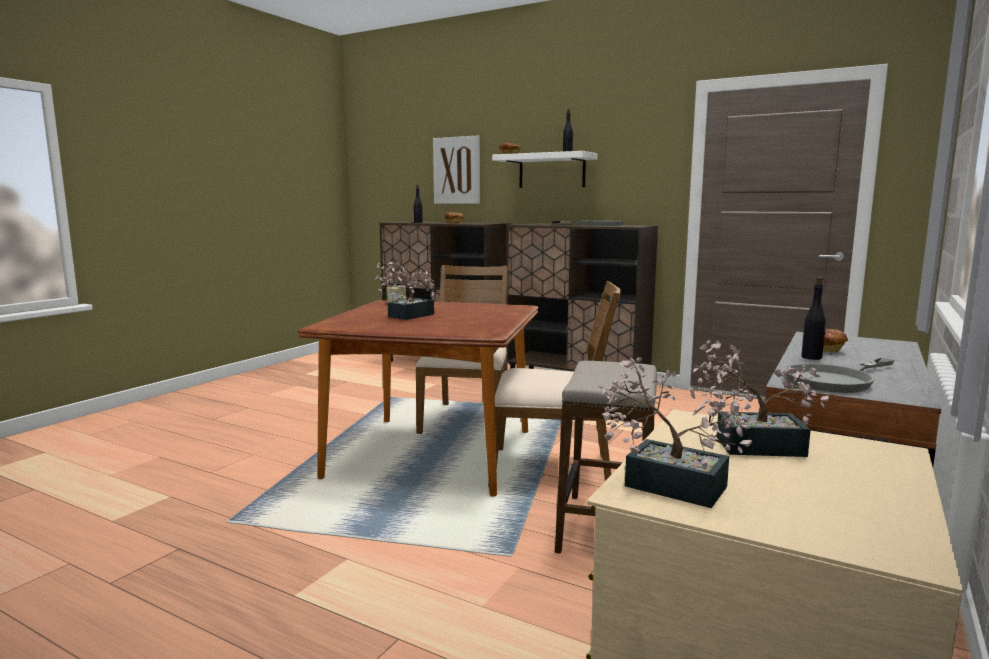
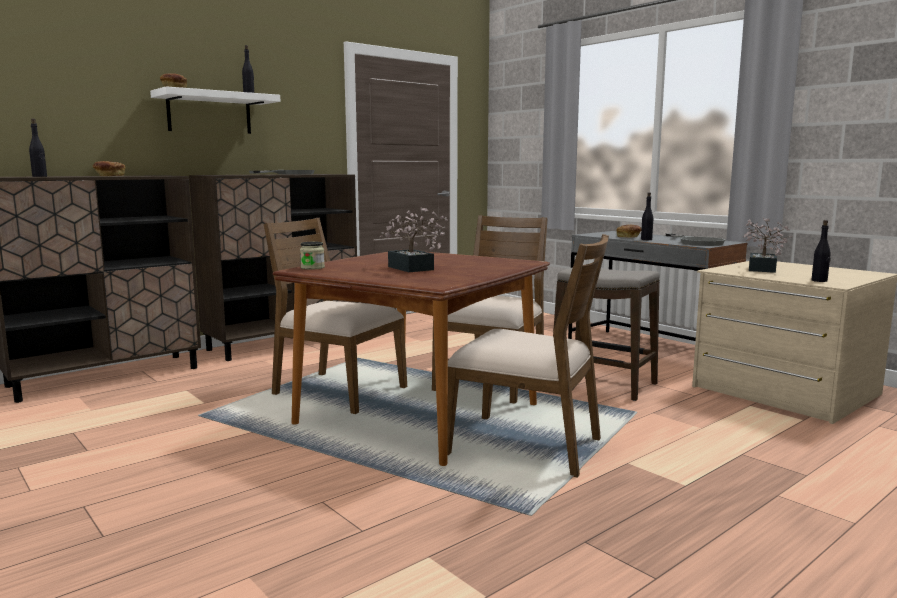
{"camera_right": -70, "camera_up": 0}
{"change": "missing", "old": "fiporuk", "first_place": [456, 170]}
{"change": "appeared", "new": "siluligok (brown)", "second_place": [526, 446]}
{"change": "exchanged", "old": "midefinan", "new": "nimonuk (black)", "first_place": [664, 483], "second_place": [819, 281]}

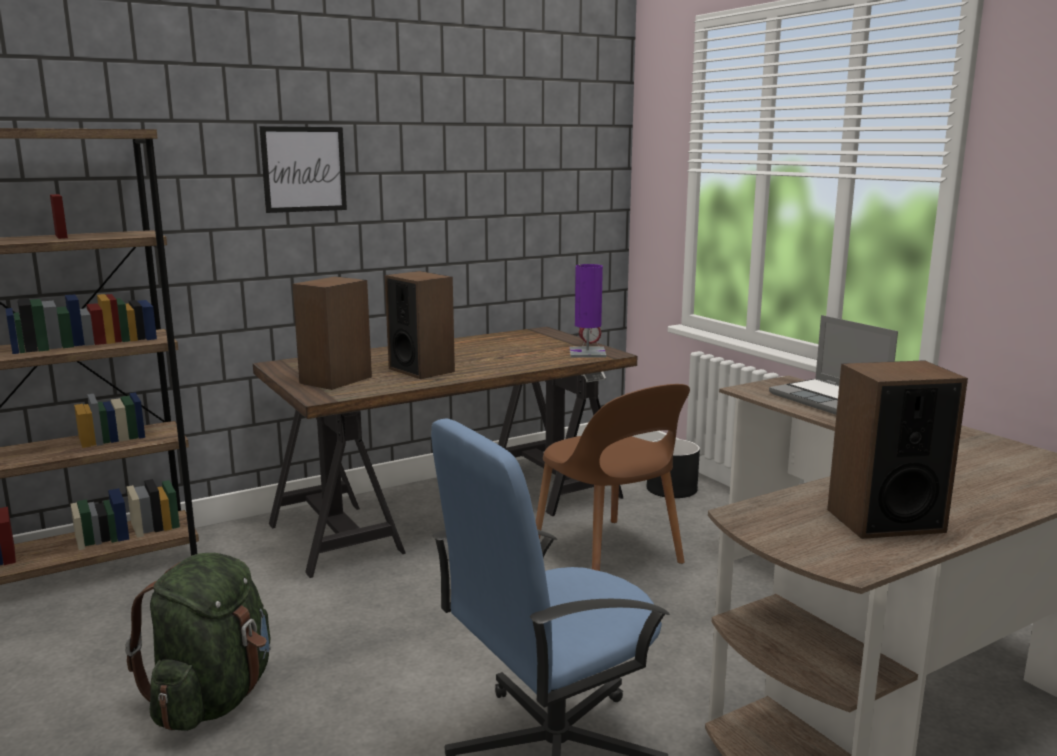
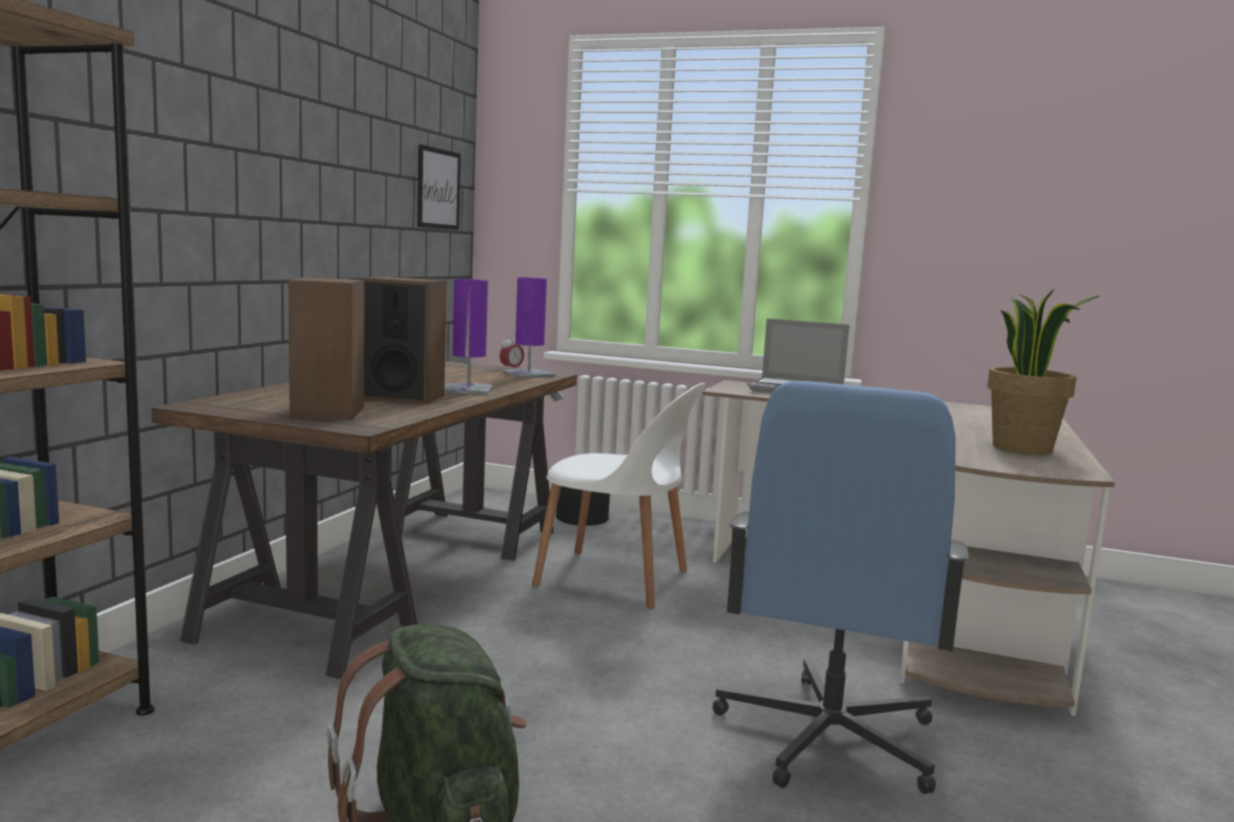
{"camera_right": -40, "camera_up": -5}
{"change": "appeared", "new": "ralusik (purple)", "second_place": [468, 390]}
{"change": "relocated", "old": "fiporuk", "first_place": [304, 169], "second_place": [438, 189]}
{"change": "exchanged", "old": "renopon", "new": "midefinan", "first_place": [884, 520], "second_place": [1023, 448]}
{"change": "colour", "old": "siluligok (brown)", "new": "siluligok (white)", "first_place": [608, 554], "second_place": [616, 579]}

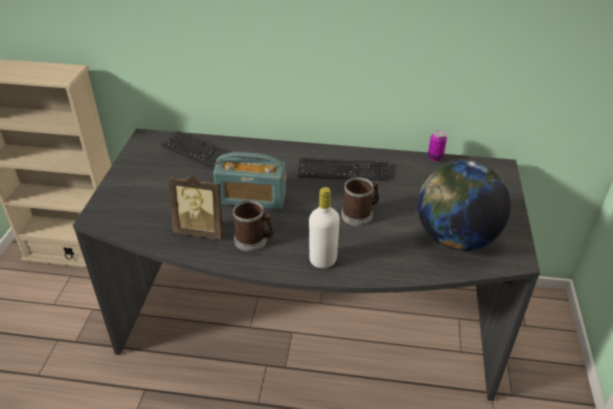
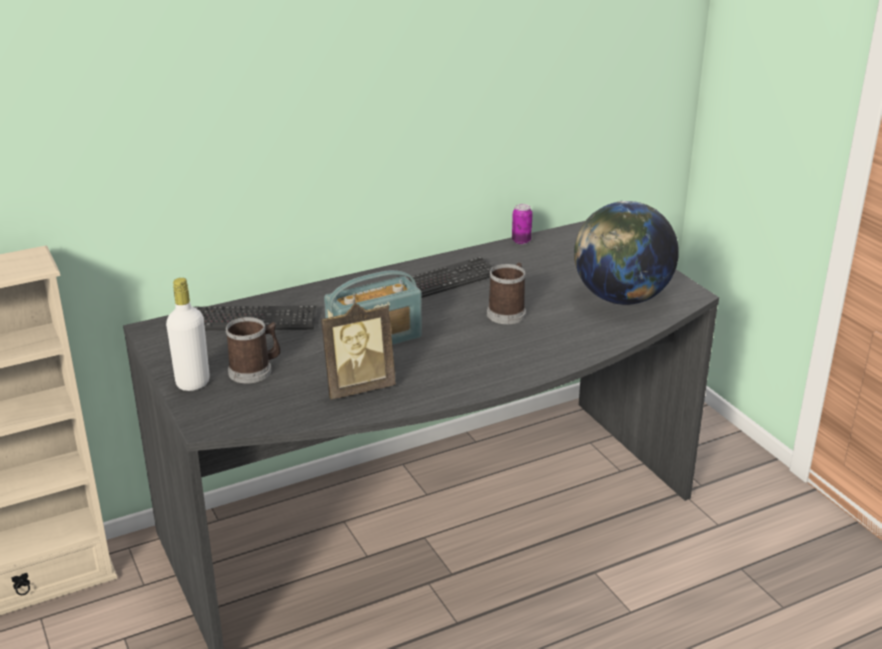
{"camera_right": -35, "camera_up": -10}
{"change": "relocated", "old": "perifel", "first_place": [254, 240], "second_place": [255, 370]}
{"change": "relocated", "old": "nimonuk (white)", "first_place": [323, 260], "second_place": [193, 383]}

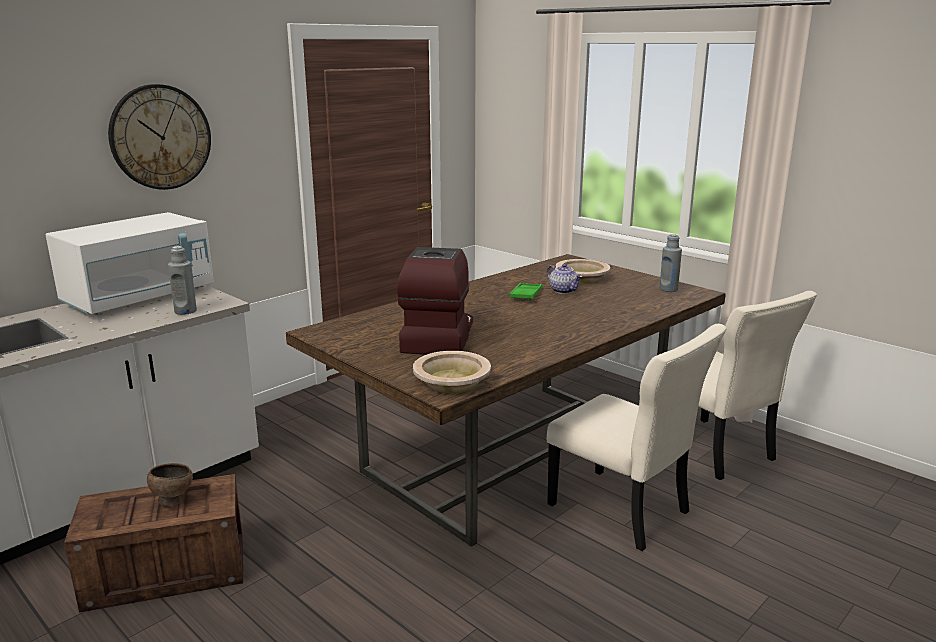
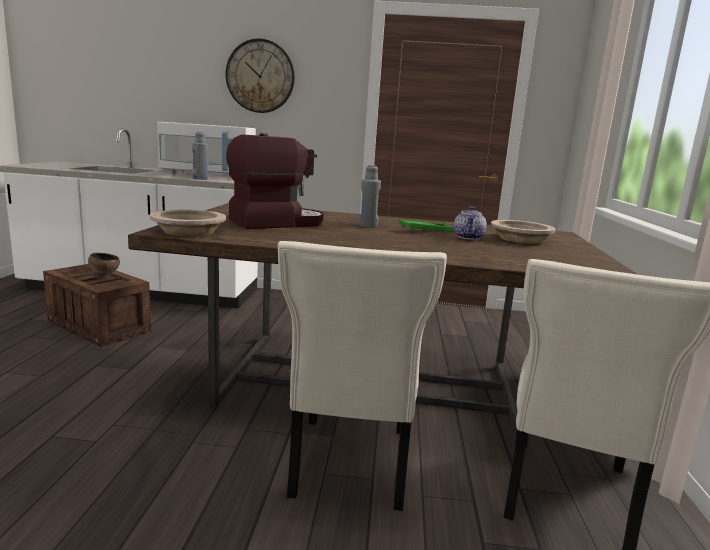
{"camera_right": 50, "camera_up": -5}
{"change": "relocated", "old": "nimonuk (grey)", "first_place": [668, 289], "second_place": [368, 226]}

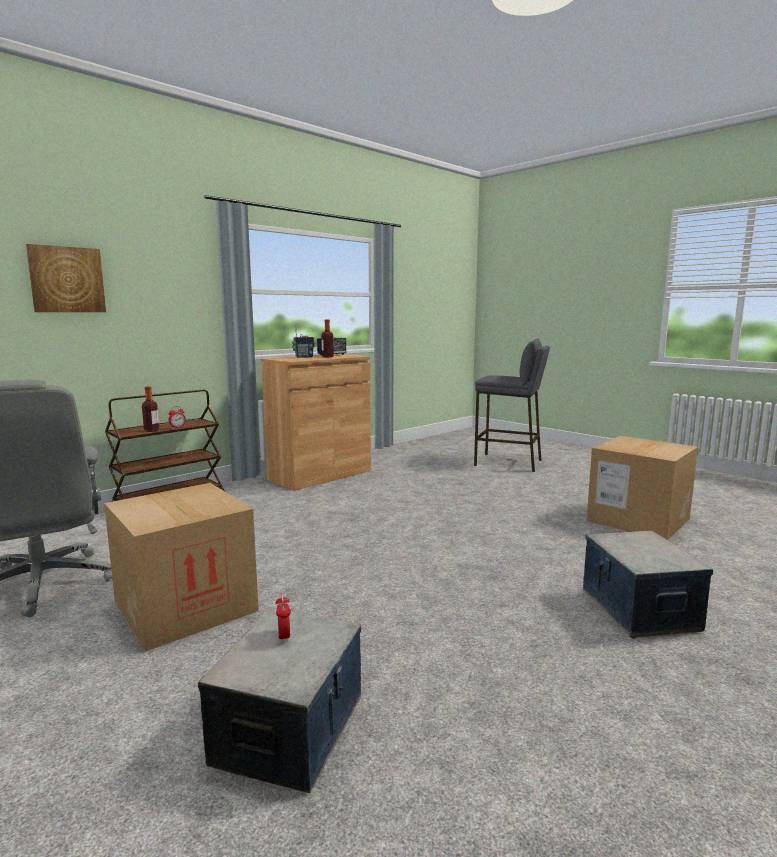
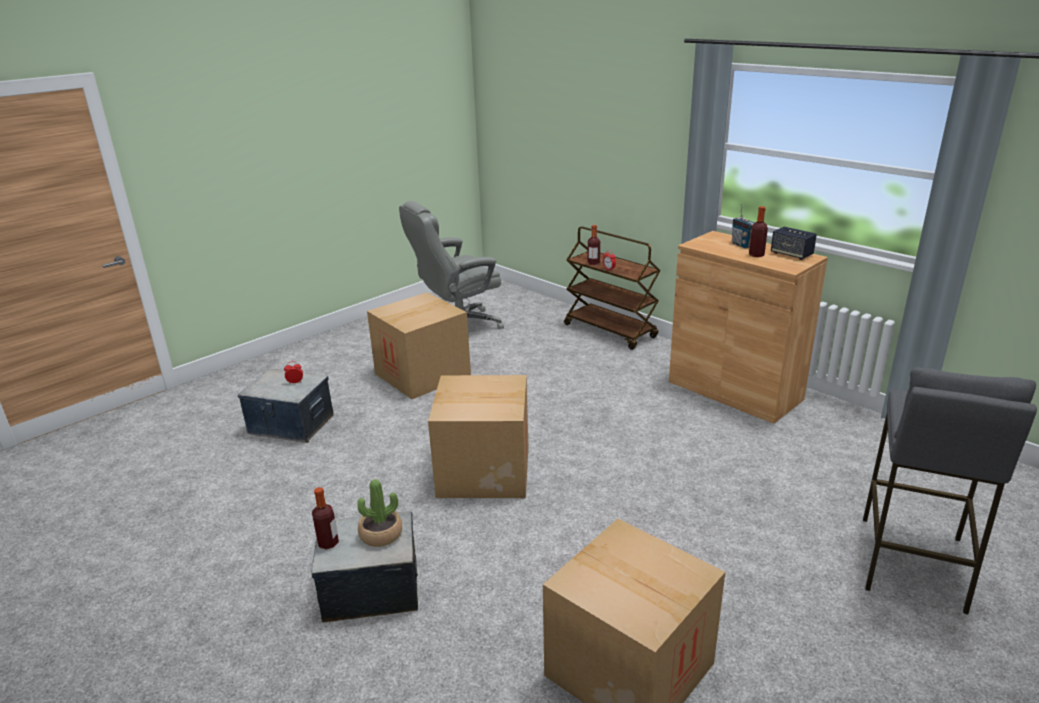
{"camera_right": 90, "camera_up": 15}
{"change": "missing", "old": "fiporuk", "first_place": [67, 279]}
{"change": "appeared", "new": "nimonuk", "second_place": [328, 543]}
{"change": "appeared", "new": "midefinan", "second_place": [381, 534]}
{"change": "appeared", "new": "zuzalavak", "second_place": [484, 471]}

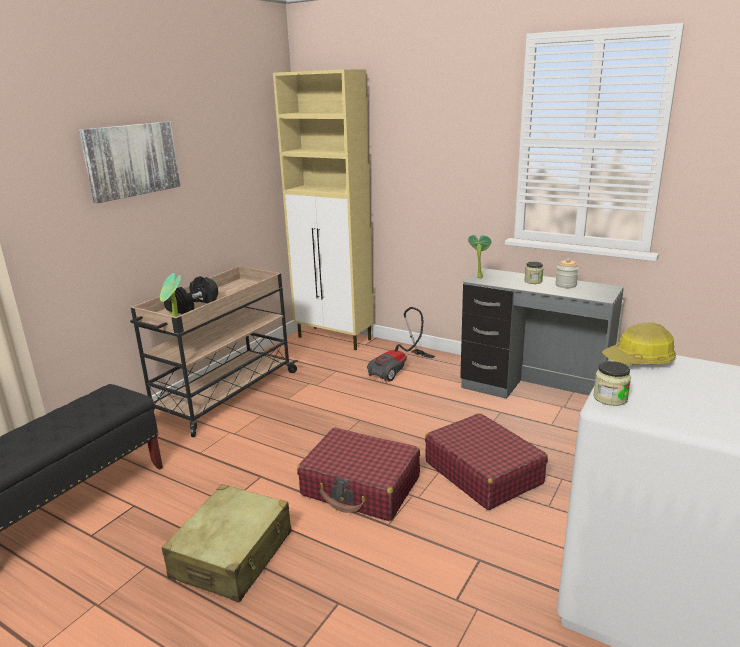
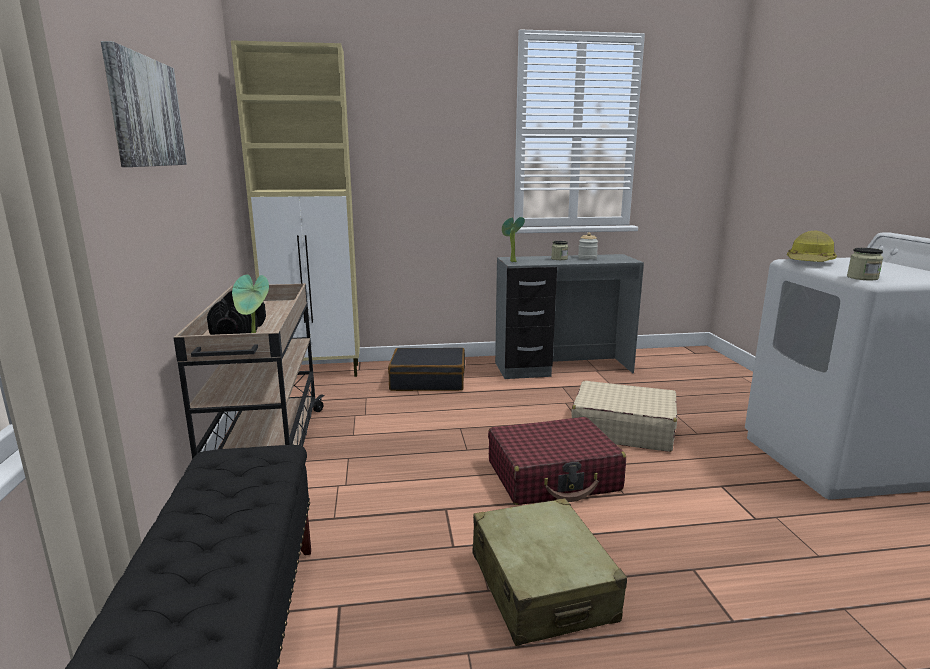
{"camera_right": -40, "camera_up": -5}
{"change": "exchanged", "old": "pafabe", "new": "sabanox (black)", "first_place": [399, 370], "second_place": [428, 380]}
{"change": "colour", "old": "sabanox (red)", "new": "sabanox (beige)", "first_place": [483, 472], "second_place": [622, 429]}

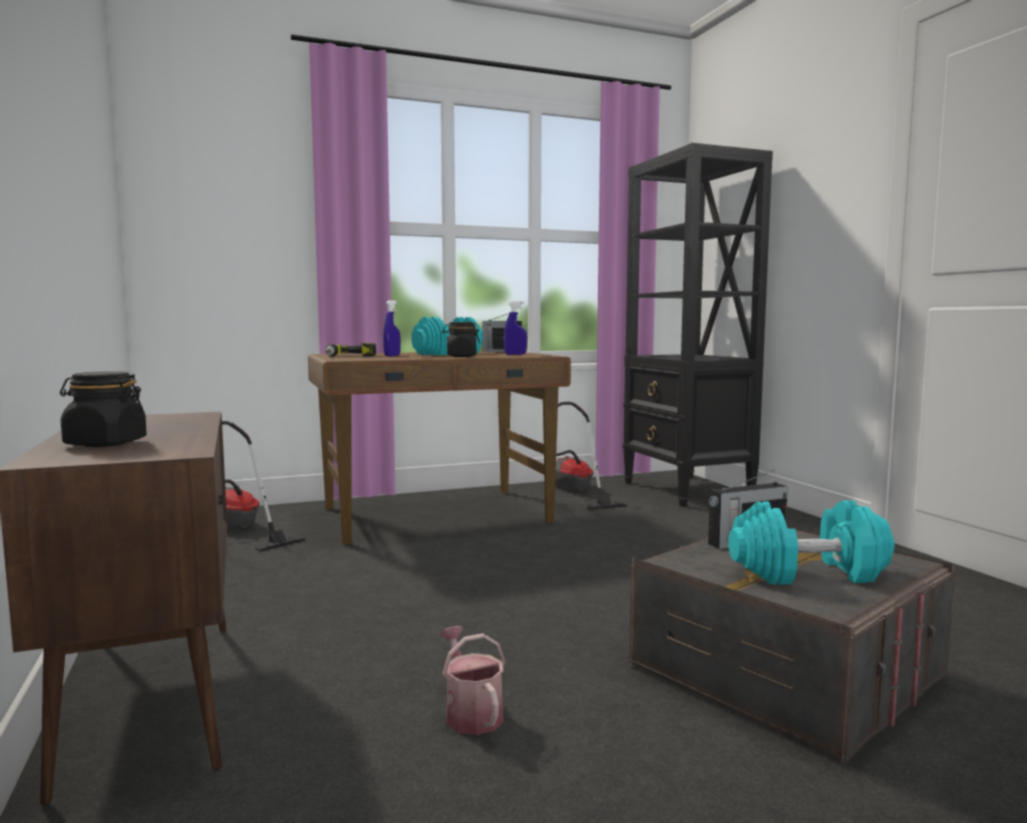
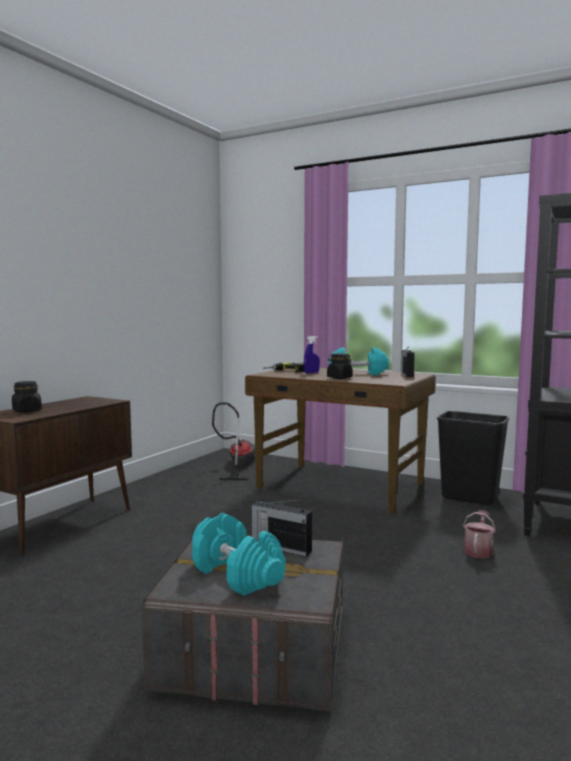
{"camera_right": 50, "camera_up": 0}
{"change": "missing", "old": "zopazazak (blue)", "first_place": [515, 354]}
{"change": "relocated", "old": "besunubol", "first_place": [471, 713], "second_place": [478, 550]}
{"change": "exchanged", "old": "pafabe", "new": "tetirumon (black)", "first_place": [574, 492], "second_place": [470, 498]}

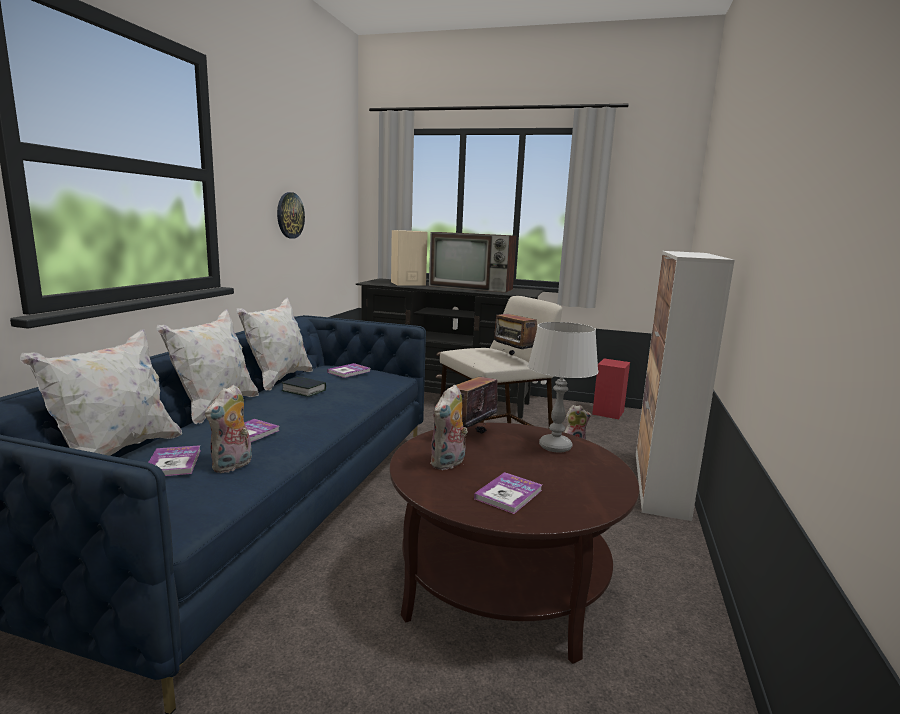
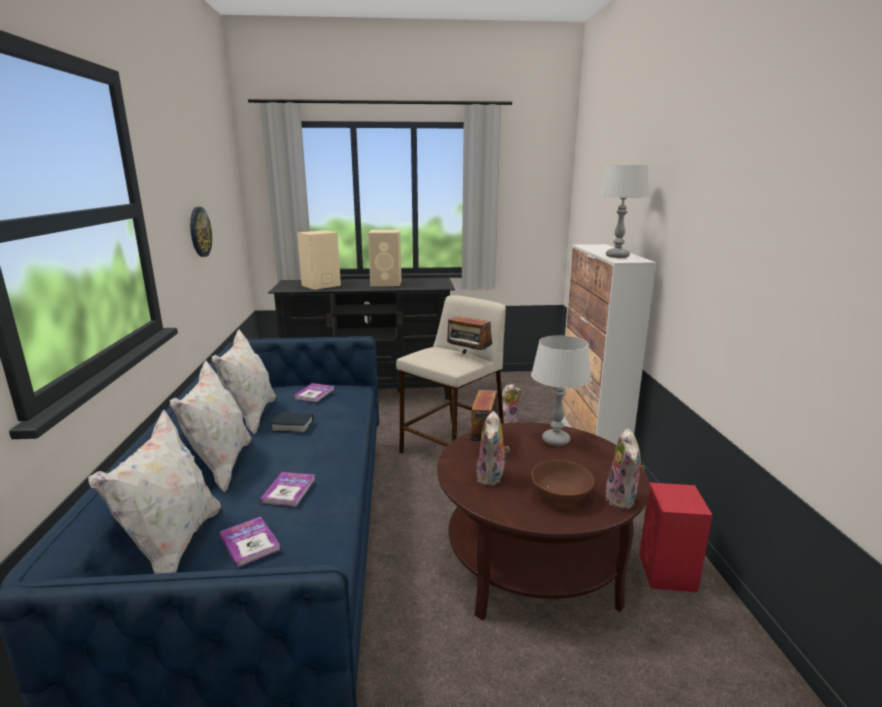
{"camera_right": -20, "camera_up": 5}
{"change": "appeared", "new": "ralusik (grey)", "second_place": [617, 256]}
{"change": "relocated", "old": "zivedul", "first_place": [233, 466], "second_place": [623, 500]}
{"change": "relocated", "old": "renopon (red)", "first_place": [608, 413], "second_place": [667, 573]}
{"change": "exchanged", "old": "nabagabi", "new": "renopon (beige)", "first_place": [472, 287], "second_place": [387, 283]}
{"change": "exchanged", "old": "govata", "new": "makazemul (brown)", "first_place": [508, 494], "second_place": [561, 496]}

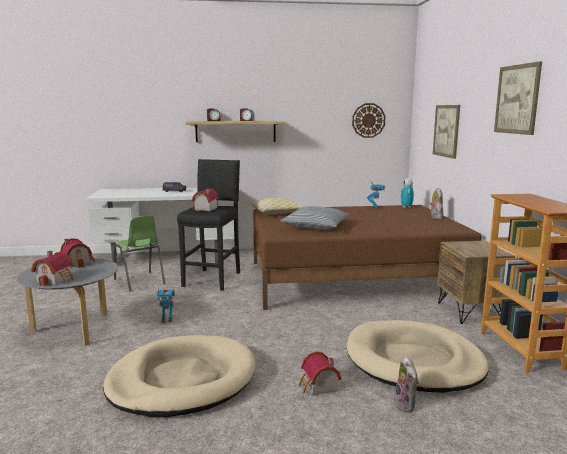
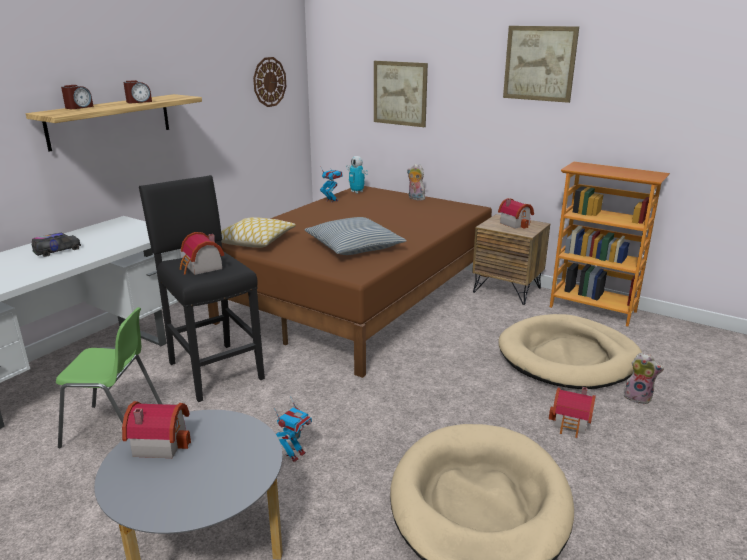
{"camera_right": -50, "camera_up": 10}
{"change": "relocated", "old": "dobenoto", "first_place": [56, 280], "second_place": [515, 223]}

